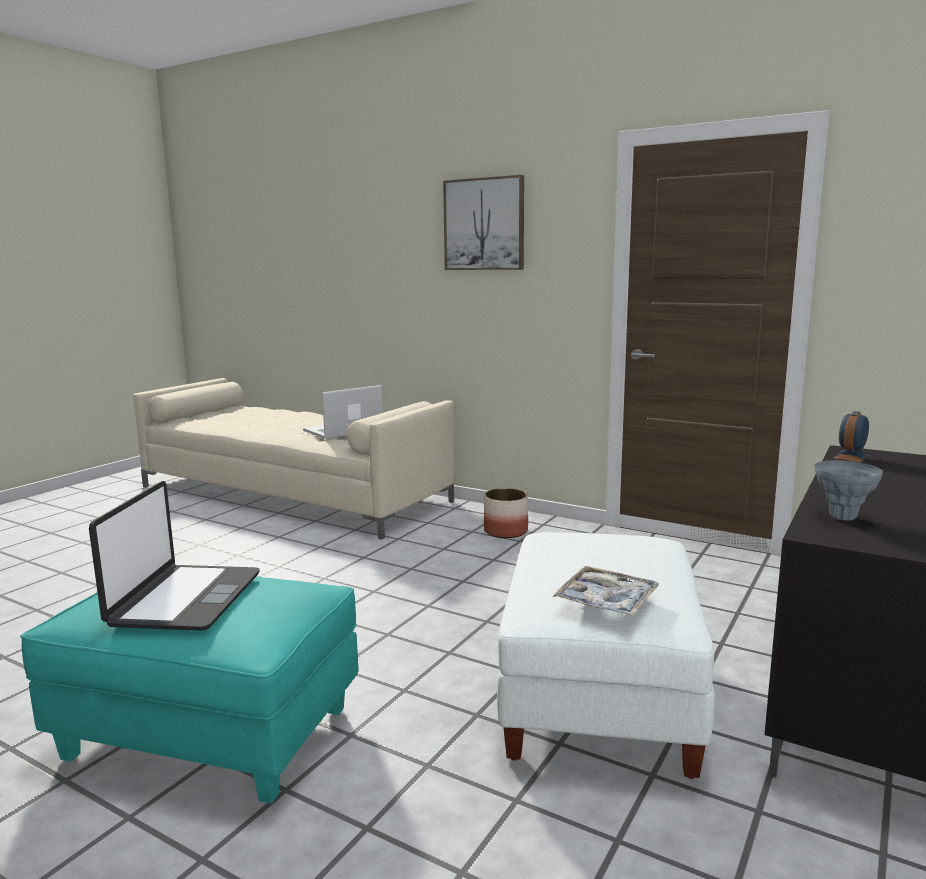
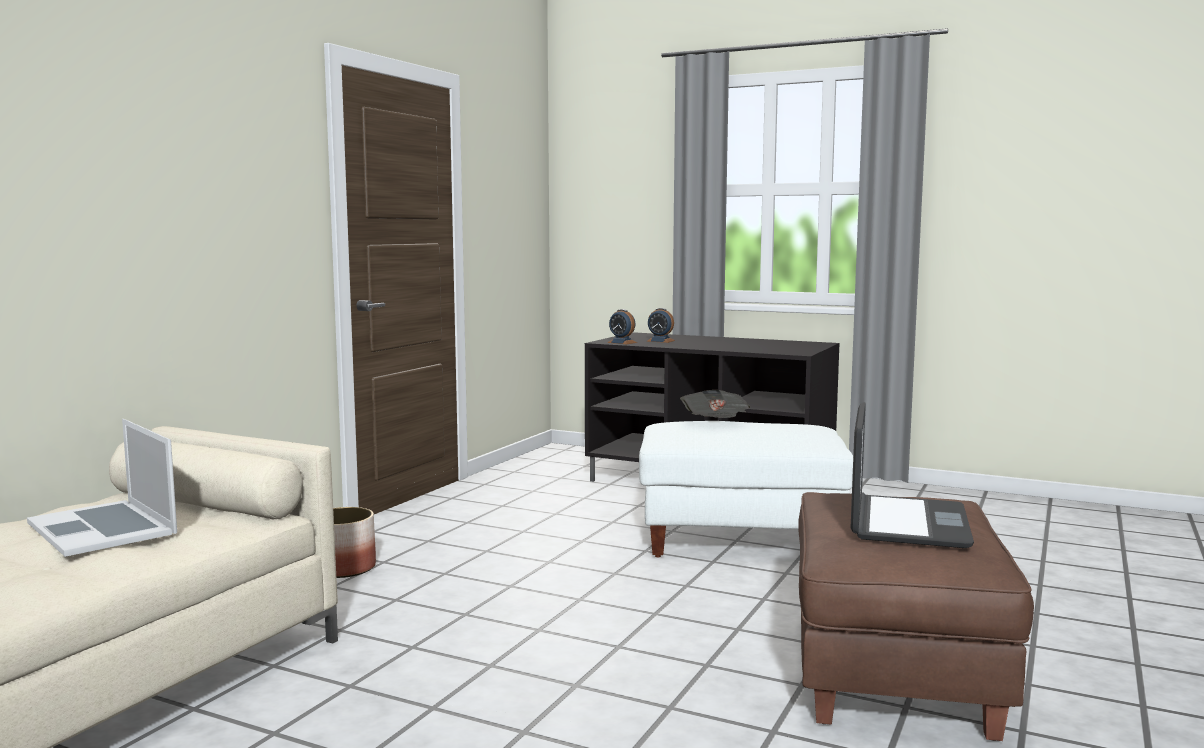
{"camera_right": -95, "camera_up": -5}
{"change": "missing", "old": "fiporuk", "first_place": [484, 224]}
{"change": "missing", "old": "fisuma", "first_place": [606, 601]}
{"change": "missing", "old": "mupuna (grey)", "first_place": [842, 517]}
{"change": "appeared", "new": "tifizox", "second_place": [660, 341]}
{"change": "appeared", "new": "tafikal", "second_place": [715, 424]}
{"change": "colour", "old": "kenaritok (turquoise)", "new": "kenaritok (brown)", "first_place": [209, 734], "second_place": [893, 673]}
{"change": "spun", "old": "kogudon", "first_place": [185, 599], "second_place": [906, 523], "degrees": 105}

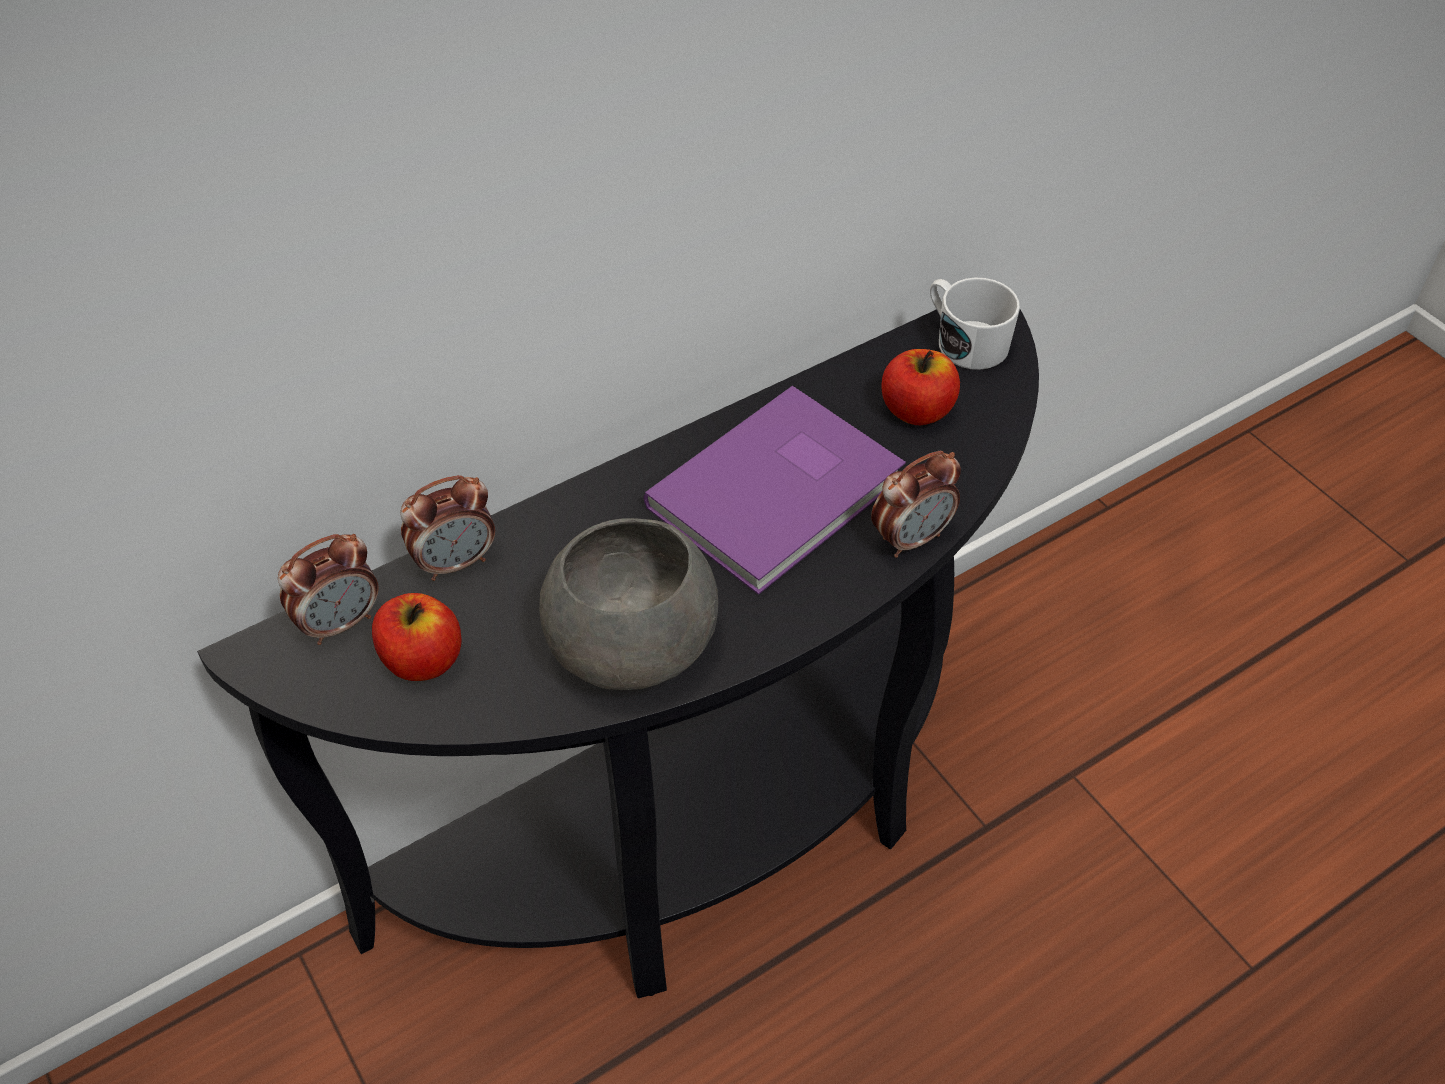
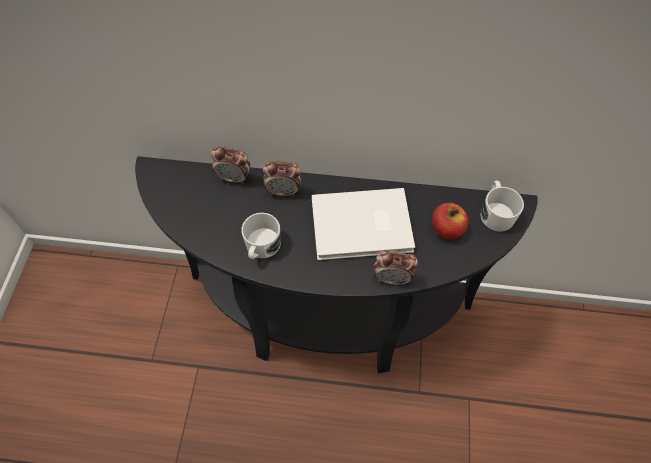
{"camera_right": 40, "camera_up": 10}
{"change": "missing", "old": "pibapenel", "first_place": [422, 659]}
{"change": "relocated", "old": "tifizox", "first_place": [340, 622], "second_place": [283, 191]}
{"change": "exchanged", "old": "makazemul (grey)", "new": "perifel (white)", "first_place": [635, 641], "second_place": [261, 247]}
{"change": "colour", "old": "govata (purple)", "new": "govata (white)", "first_place": [782, 493], "second_place": [363, 227]}

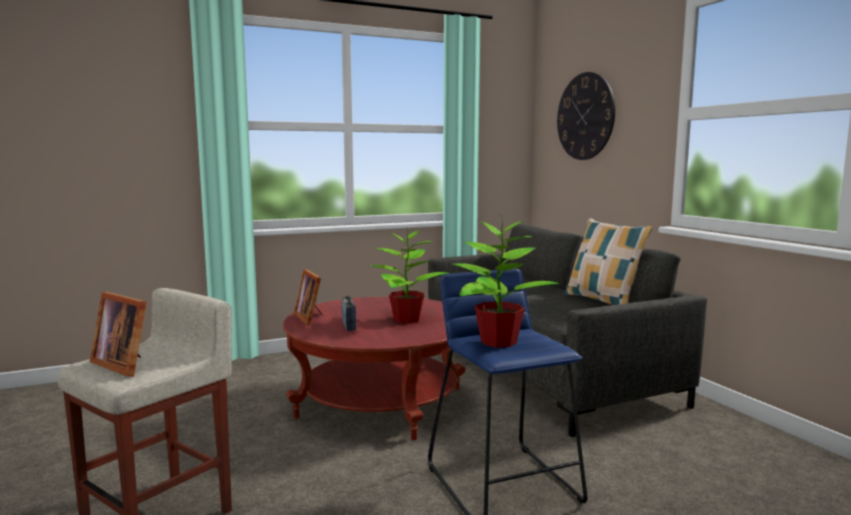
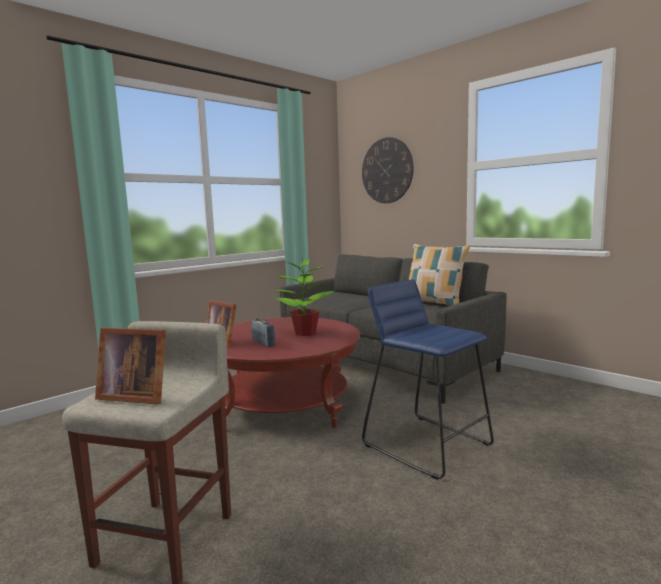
{"camera_right": -20, "camera_up": 0}
{"change": "missing", "old": "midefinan", "first_place": [497, 341]}

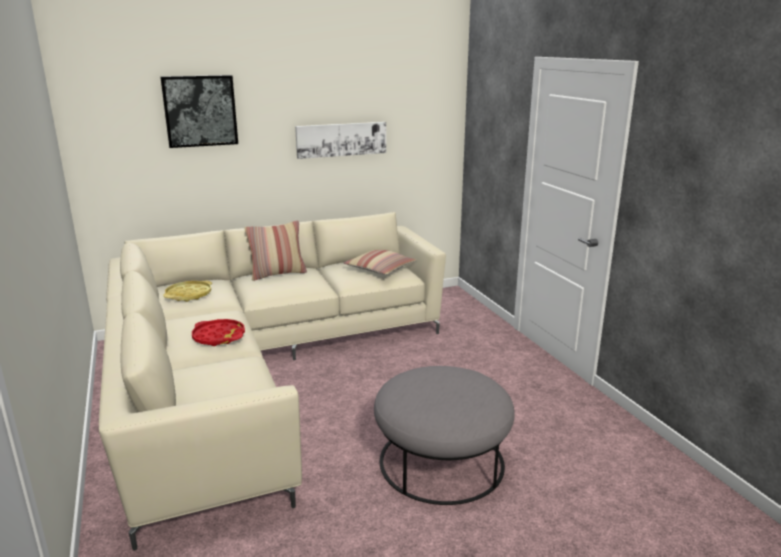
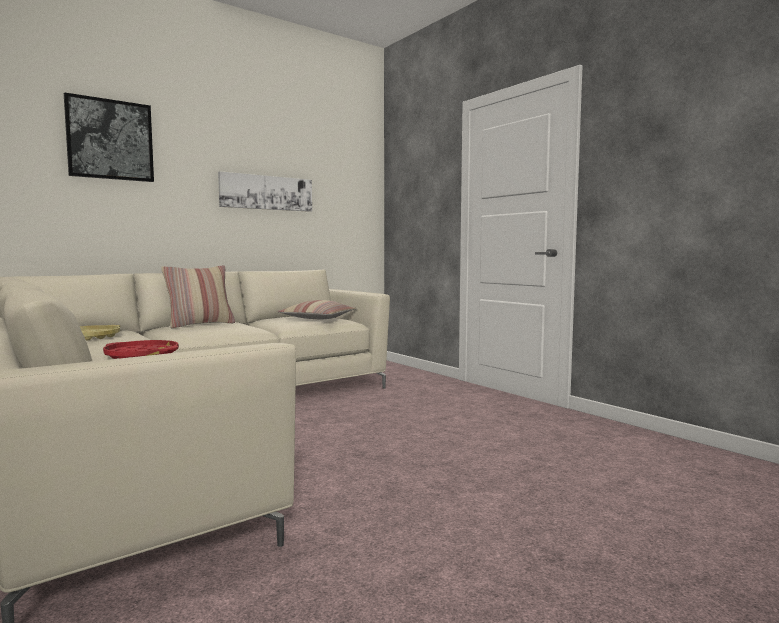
{"camera_right": -15, "camera_up": -15}
{"change": "missing", "old": "kenaritok (grey)", "first_place": [442, 461]}

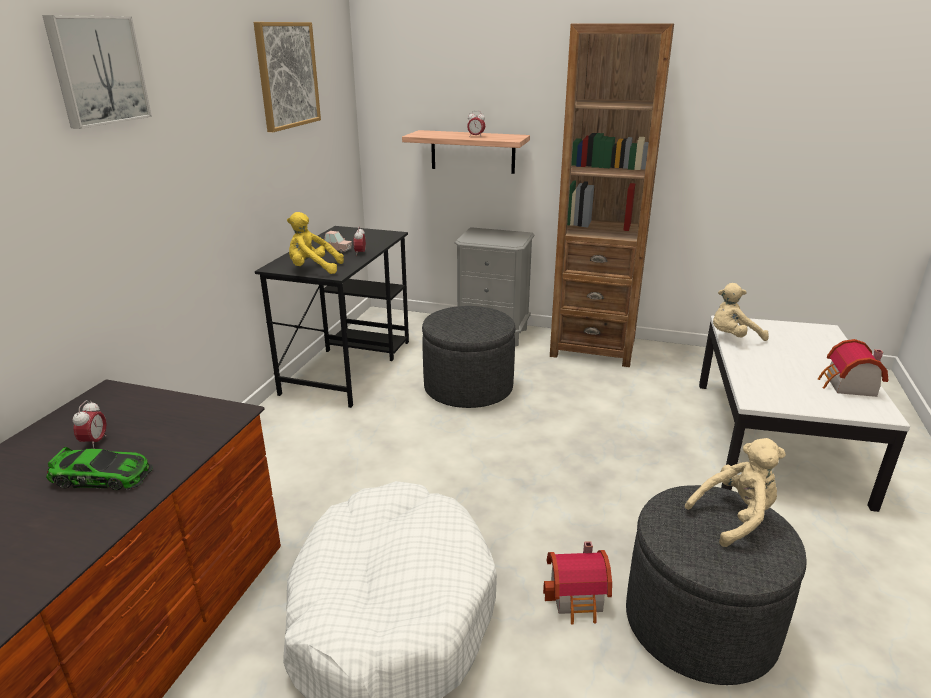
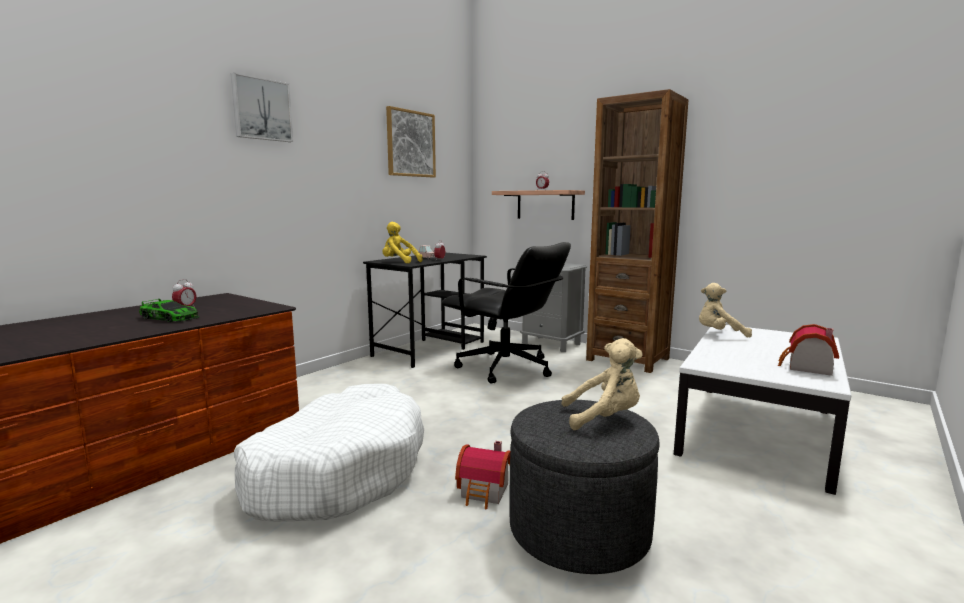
{"camera_right": 20, "camera_up": -15}
{"change": "exchanged", "old": "kenaritok (grey)", "new": "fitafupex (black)", "first_place": [468, 387], "second_place": [506, 368]}

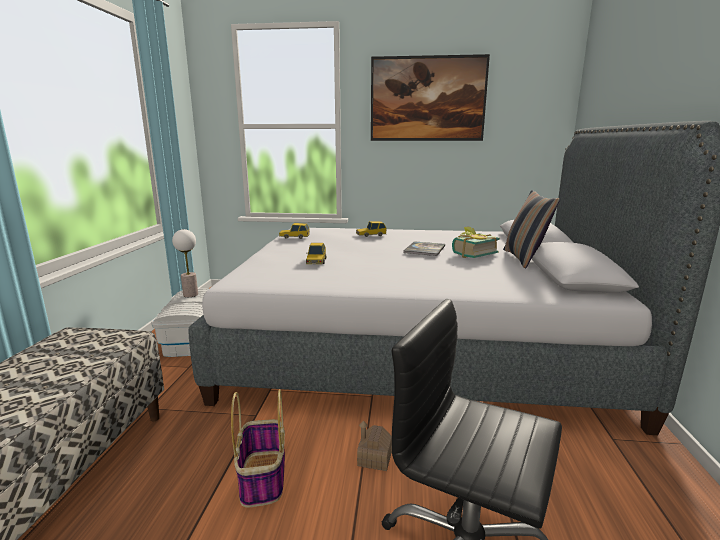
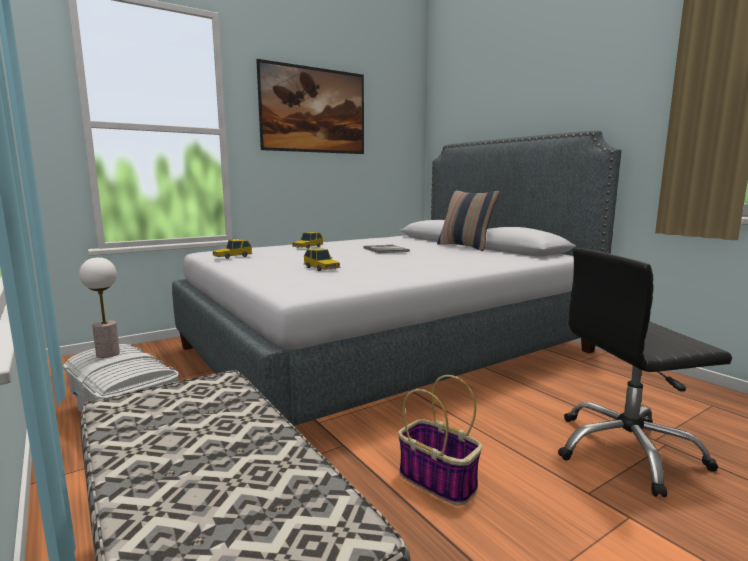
{"camera_right": -40, "camera_up": -5}
{"change": "missing", "old": "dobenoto", "first_place": [374, 458]}
{"change": "missing", "old": "govata", "first_place": [471, 254]}

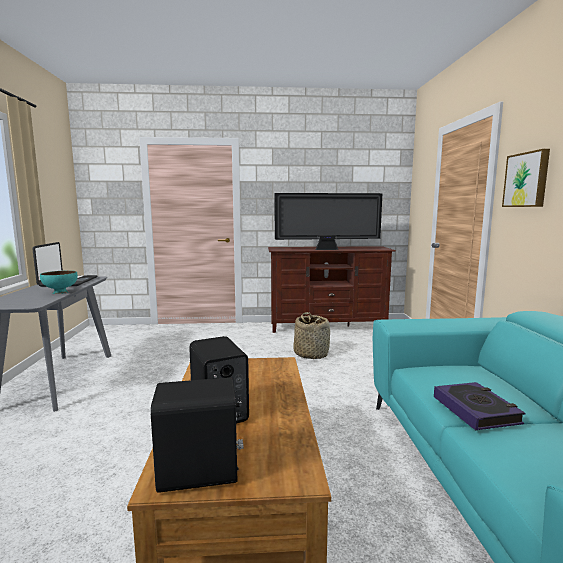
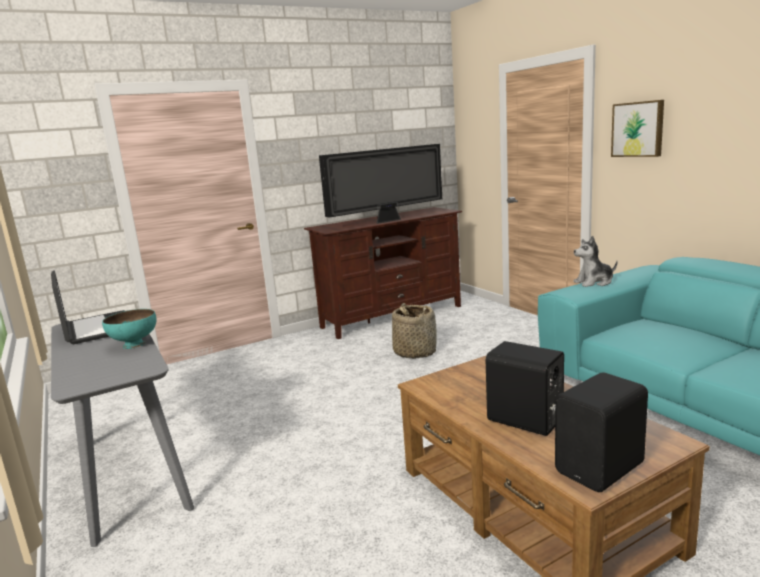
{"camera_right": -25, "camera_up": 5}
{"change": "missing", "old": "govata", "first_place": [475, 410]}
{"change": "appeared", "new": "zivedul", "second_place": [594, 282]}

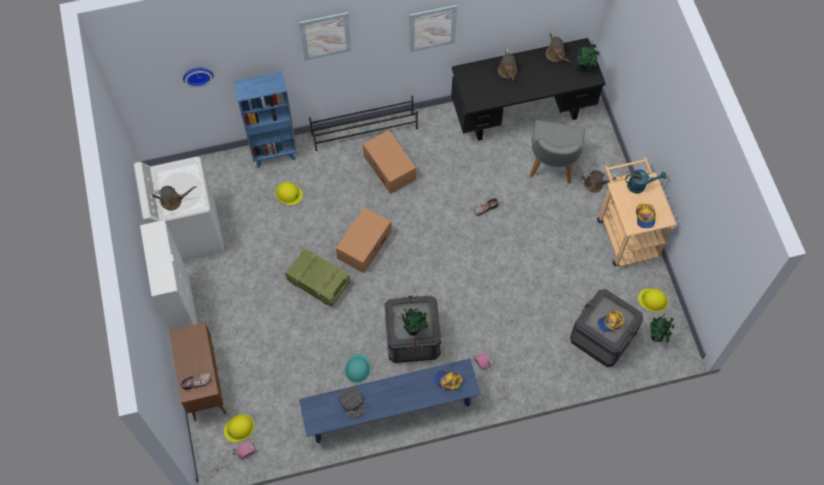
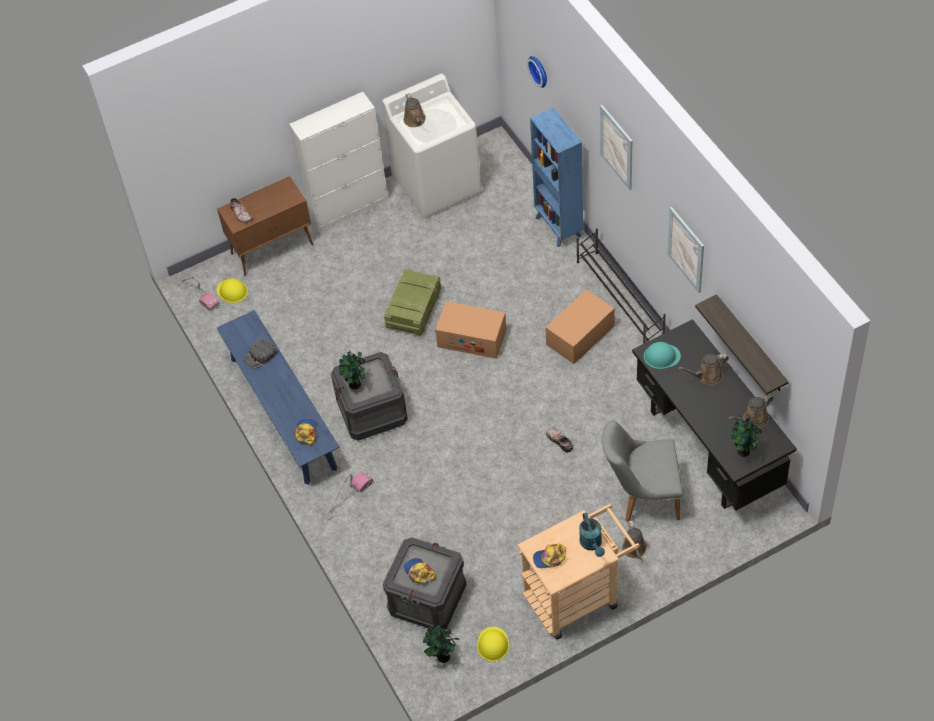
{"camera_right": 80, "camera_up": -10}
{"change": "missing", "old": "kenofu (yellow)", "first_place": [288, 193]}
{"change": "appeared", "new": "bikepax", "second_place": [751, 345]}
{"change": "relocated", "old": "kenofu (turquoise)", "first_place": [357, 368], "second_place": [661, 356]}

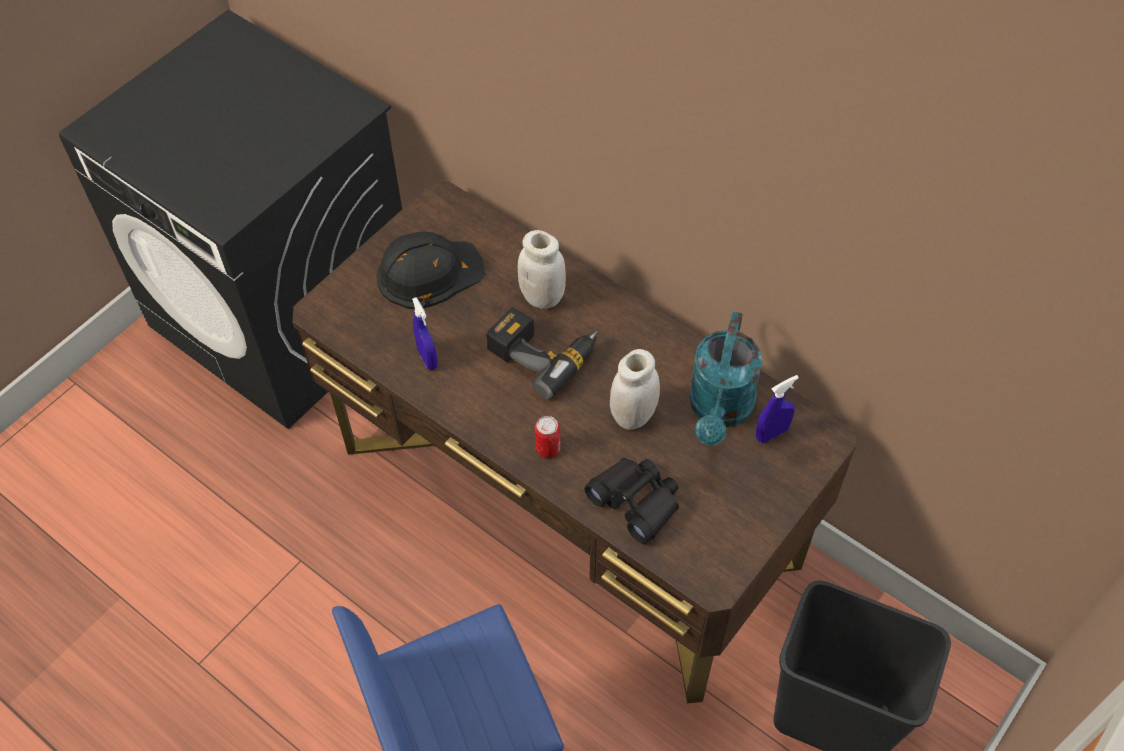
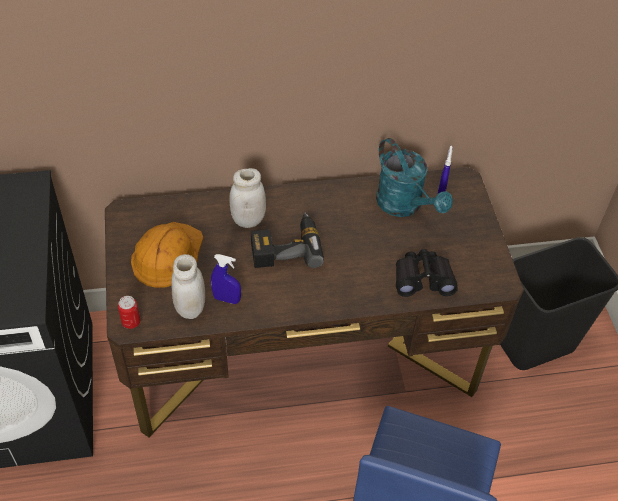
{"camera_right": -50, "camera_up": -5}
{"change": "relocated", "old": "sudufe", "first_place": [548, 448], "second_place": [131, 322]}
{"change": "relocated", "old": "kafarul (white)", "first_place": [633, 415], "second_place": [190, 308]}
{"change": "colour", "old": "kenofu (black)", "new": "kenofu (orange)", "first_place": [428, 272], "second_place": [167, 255]}

